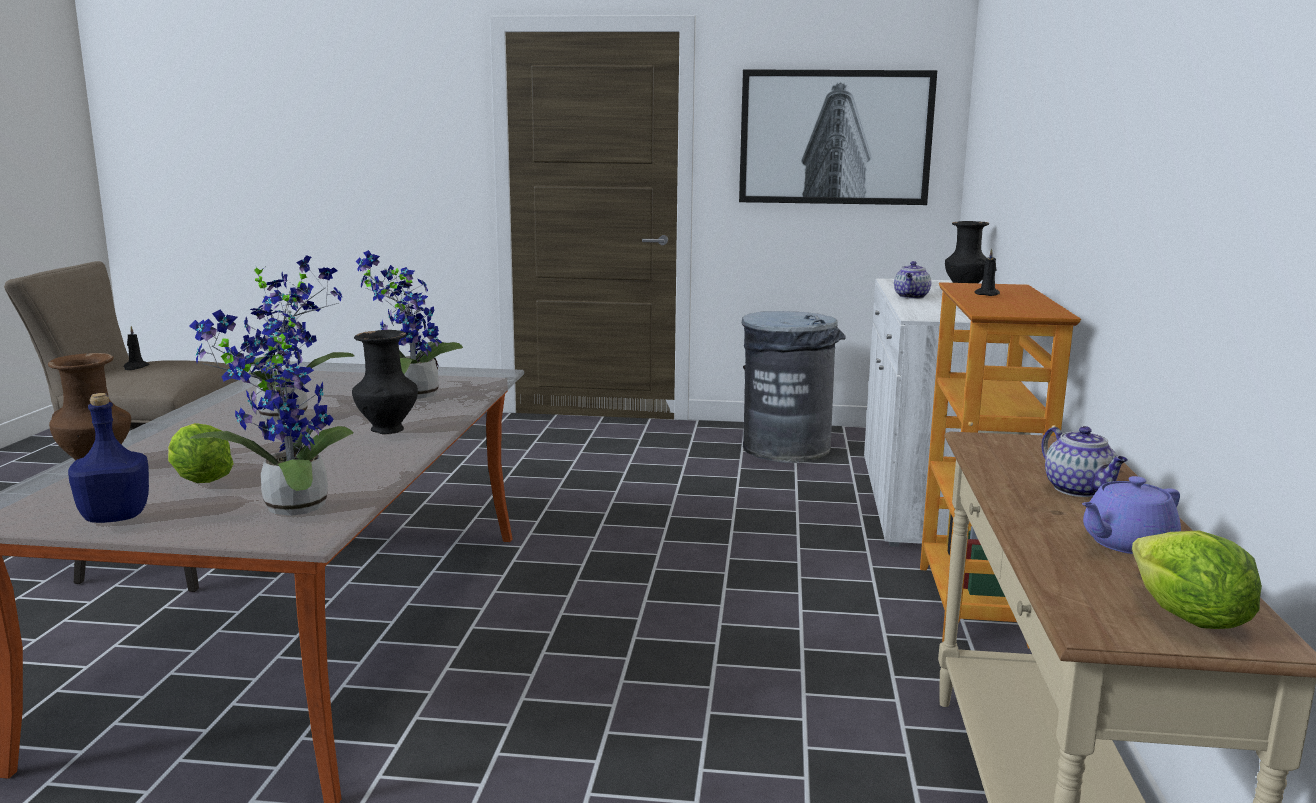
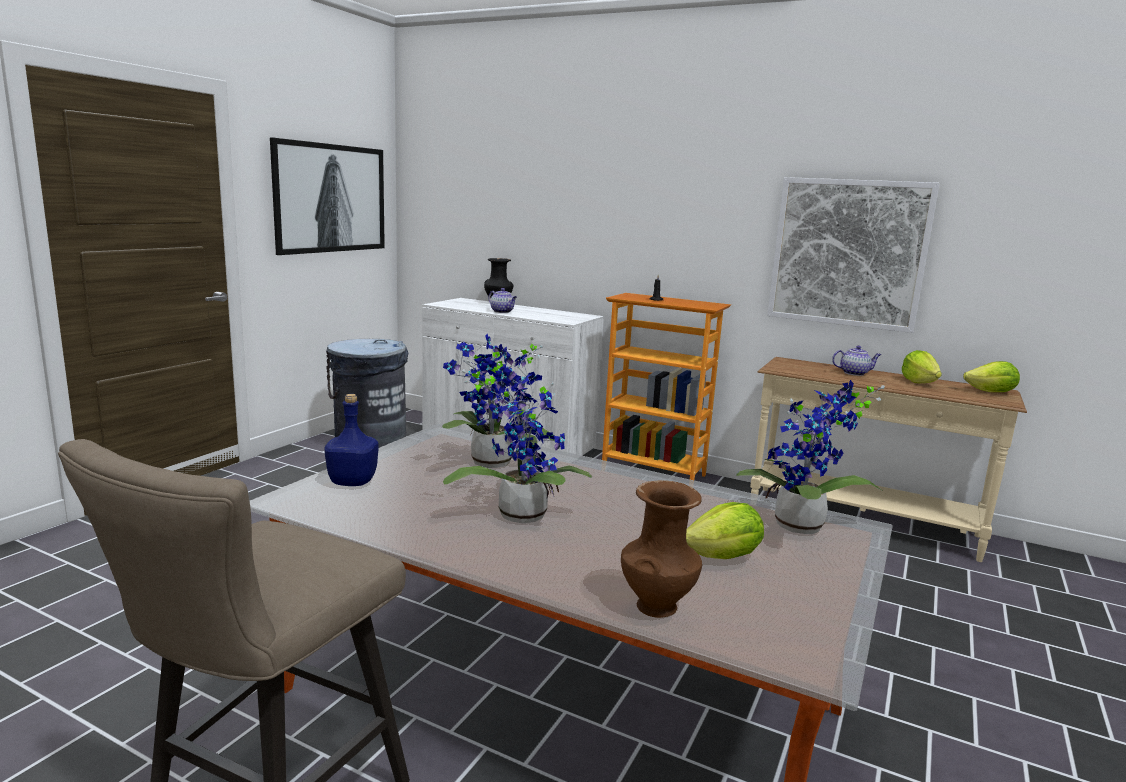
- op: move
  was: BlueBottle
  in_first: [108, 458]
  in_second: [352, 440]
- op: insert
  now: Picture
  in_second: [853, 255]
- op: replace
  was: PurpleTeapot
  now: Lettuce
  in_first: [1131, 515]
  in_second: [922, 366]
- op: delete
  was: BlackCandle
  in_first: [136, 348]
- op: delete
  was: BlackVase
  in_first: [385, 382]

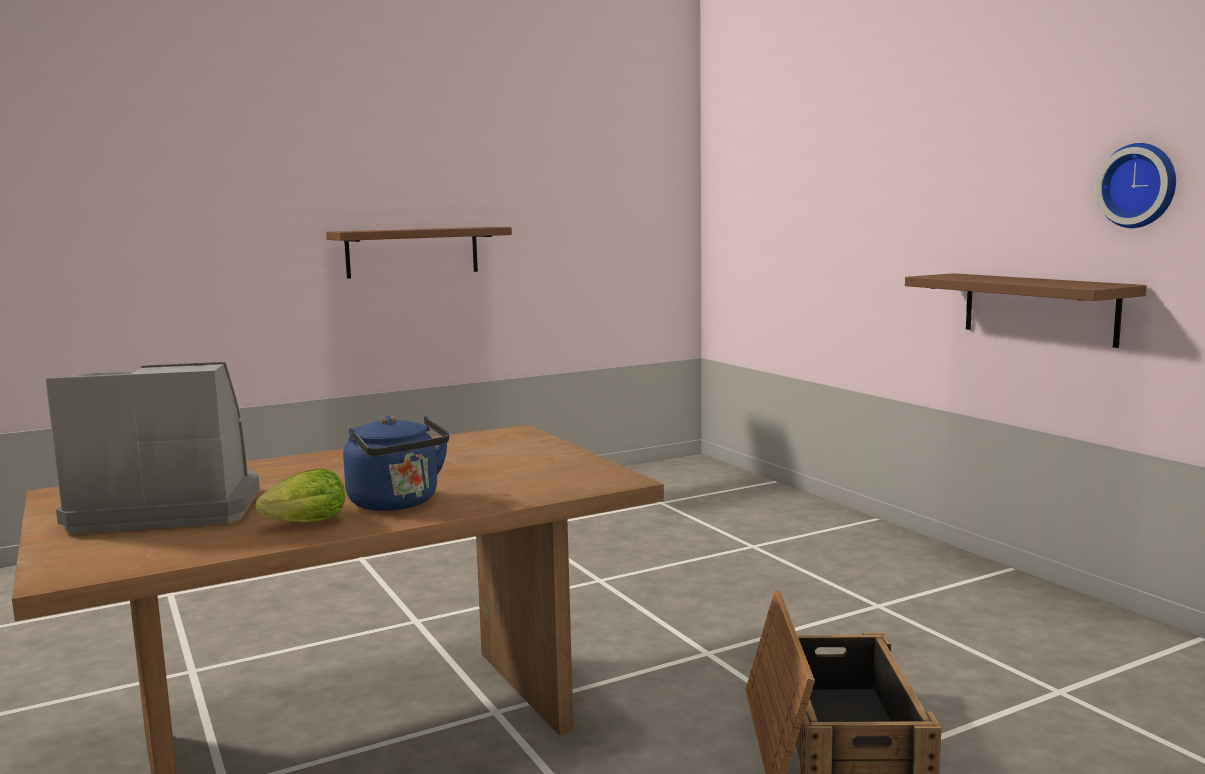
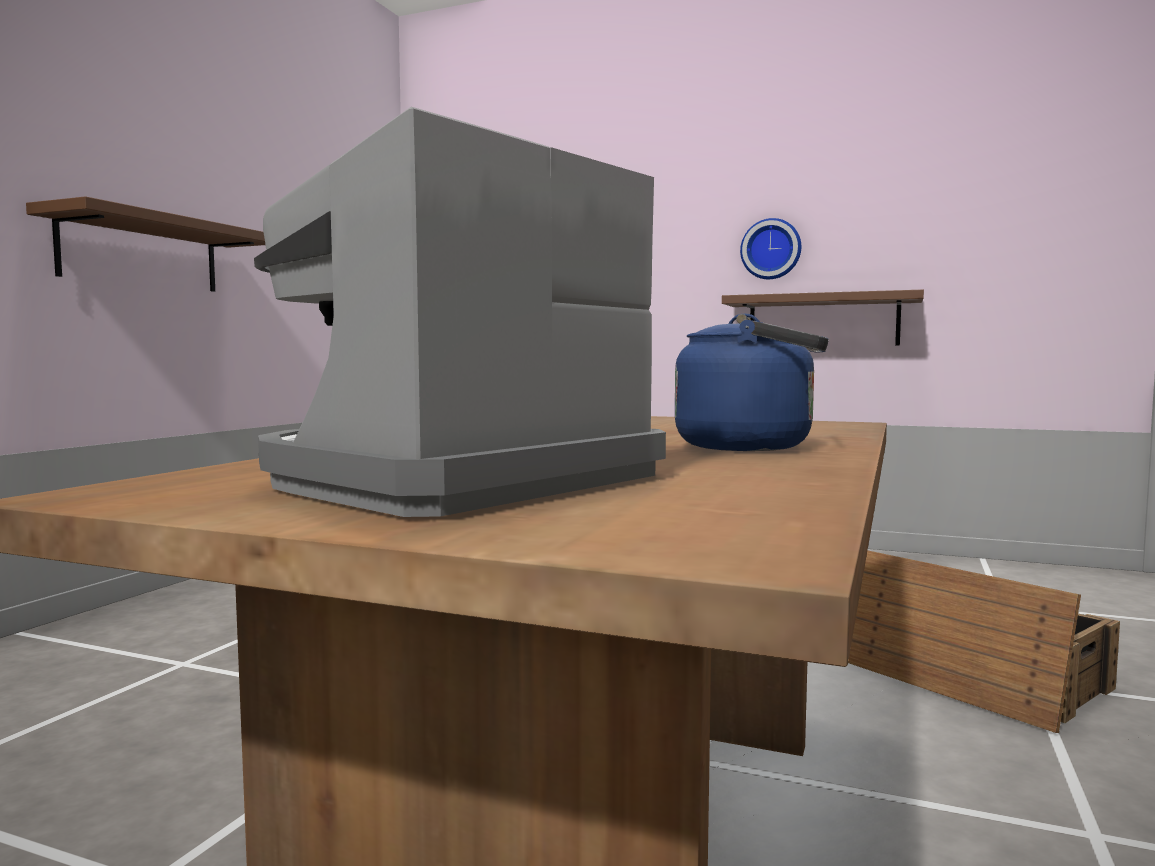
- op: move
  was: WallClock
  in_first: [1135, 185]
  in_second: [770, 248]
- op: delete
  was: Lettuce
  in_first: [300, 495]

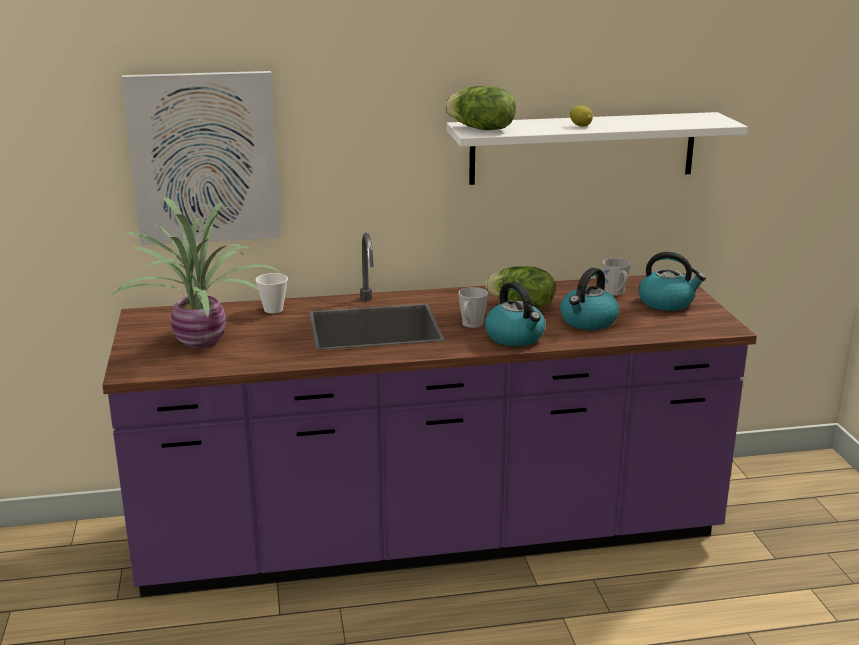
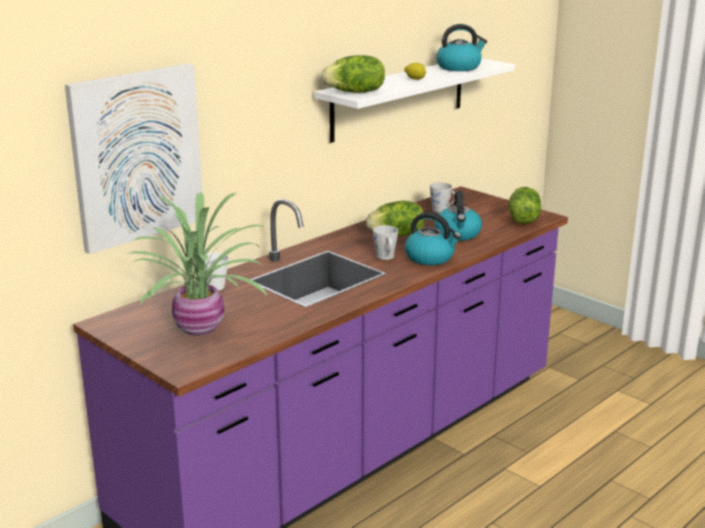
- op: move
  was: Kettle
  in_first: [672, 281]
  in_second: [461, 47]
- op: insert
  now: Lettuce
  in_second: [524, 205]

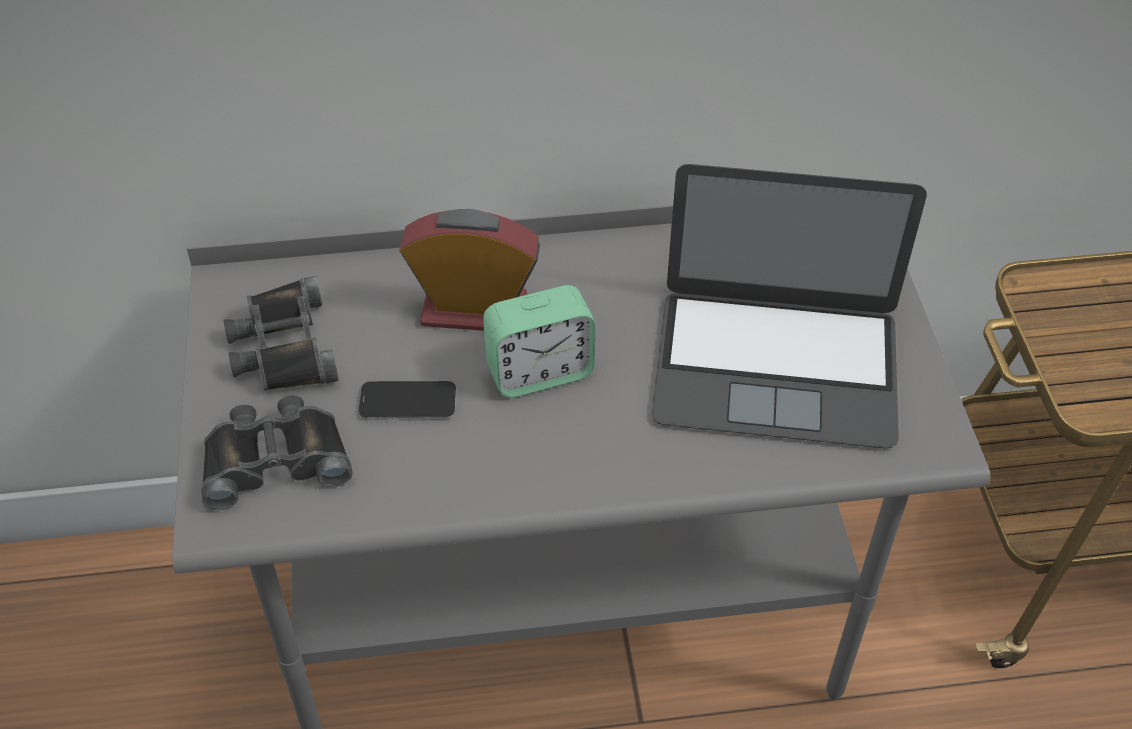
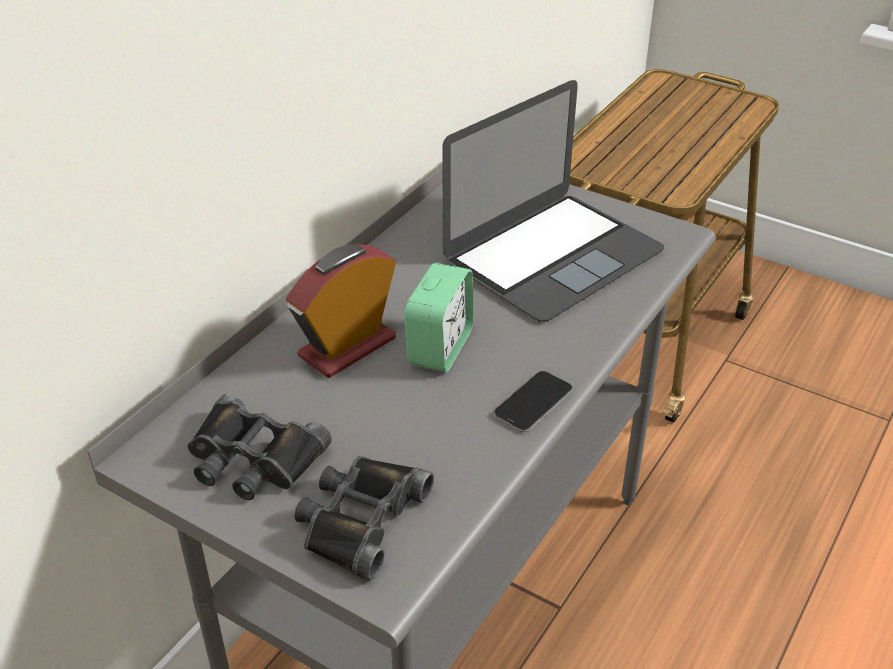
- op: move
  was: Phone
  in_first: [407, 400]
  in_second: [533, 401]

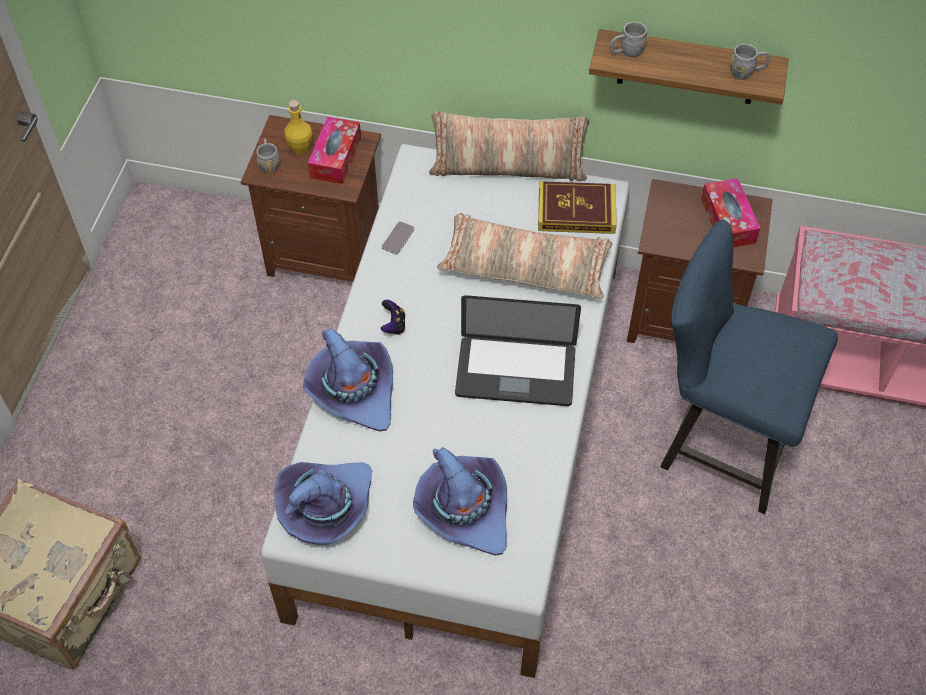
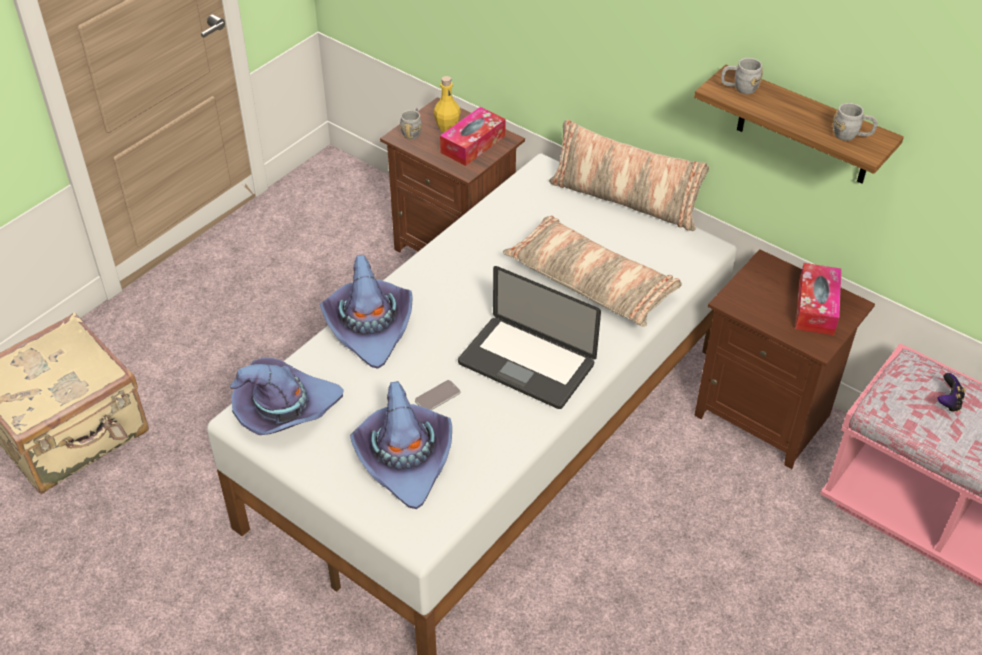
- op: move
  was: Phone
  in_first: [398, 237]
  in_second: [437, 395]
- op: move
  was: GameController
  in_first: [393, 317]
  in_second: [951, 392]
- op: delete
  was: Book
  in_first: [577, 207]
- op: delete
  was: BlueChair
  in_first: [749, 366]

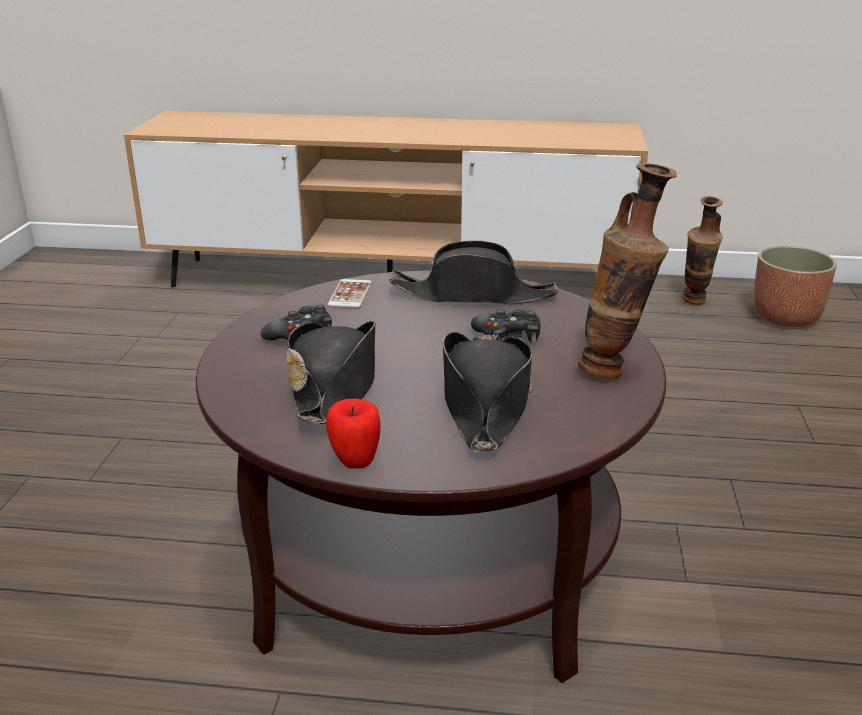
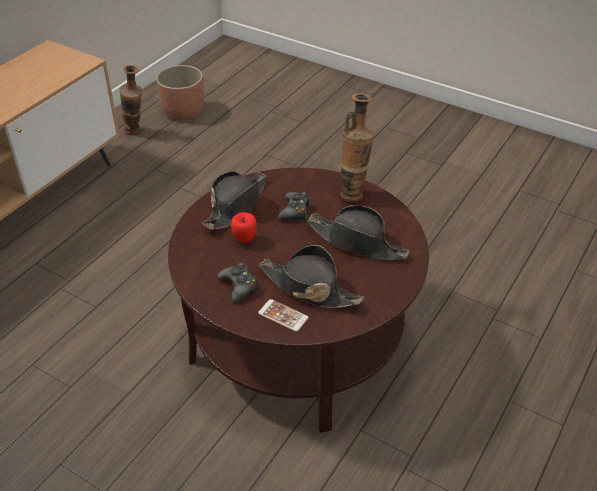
- op: move
  was: Apple
  in_first: [353, 434]
  in_second: [244, 227]
- op: move
  was: Phone
  in_first: [349, 293]
  in_second: [283, 315]

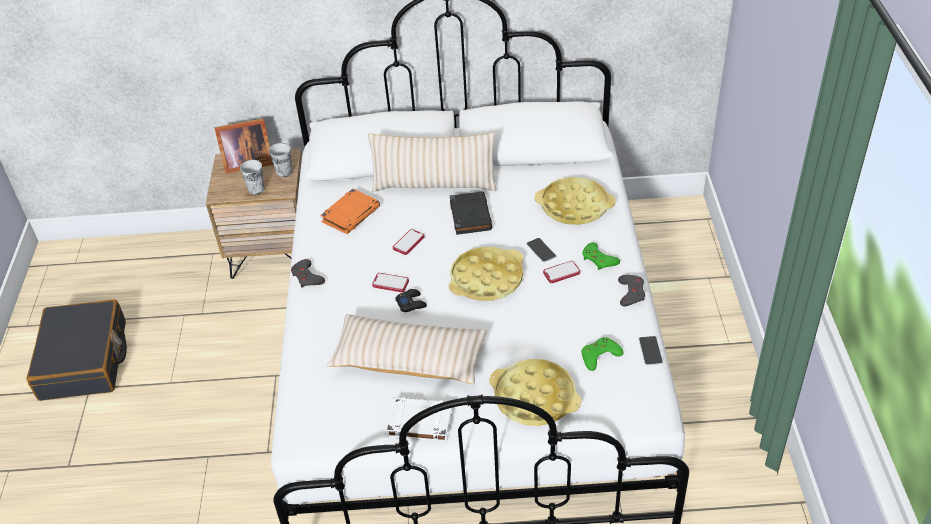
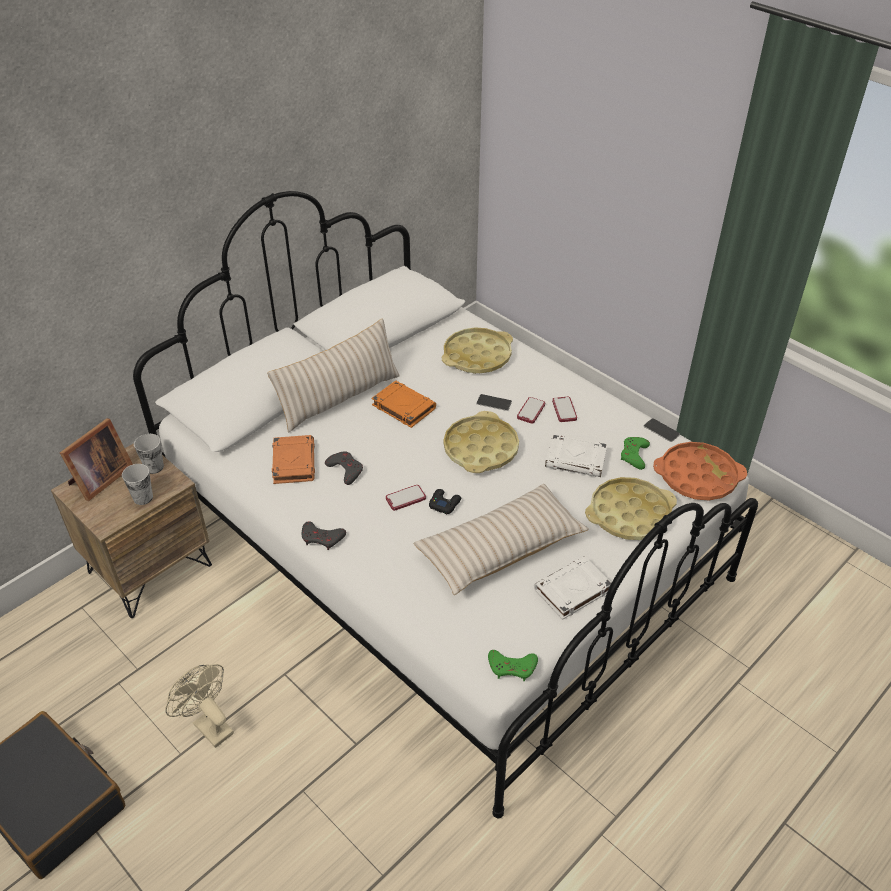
- op: insert
  now: BeigeFan
  in_second: [199, 706]
- op: move
  was: GreyGameController
  in_first: [631, 290]
  in_second: [344, 468]
- op: recolor
  was: BlackBook
  now: OrangeBook
  in_first: [471, 213]
  in_second: [404, 404]
- op: move
  was: GreenGameController
  in_first: [601, 256]
  in_second: [513, 665]
- op: insert
  now: WhiteBook
  in_second: [576, 456]
- op: move
  was: Phone
  in_first: [408, 242]
  in_second: [564, 409]
- op: insert
  now: OrangeTray
  in_second: [700, 471]

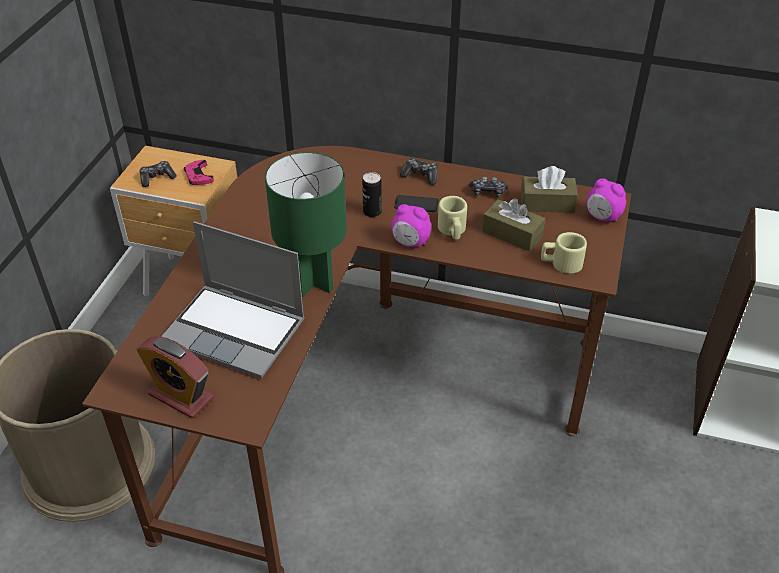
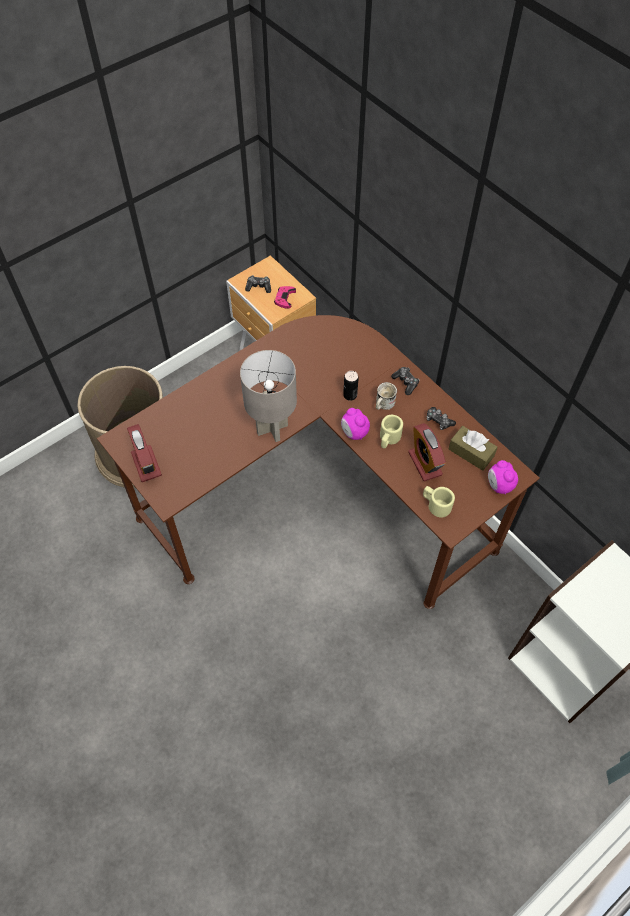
- op: recolor
  was: GreenTableLamp
  now: GreyTableLamp
  in_first: [306, 224]
  in_second: [268, 396]
- op: replace
  was: Phone
  now: WhiteMug
  in_first: [416, 203]
  in_second: [386, 396]
- op: replace
  was: BrownTissueBox
  now: AlarmClock
  in_first: [514, 224]
  in_second: [427, 452]
- op: delete
  was: Laptop
  in_first: [233, 300]

